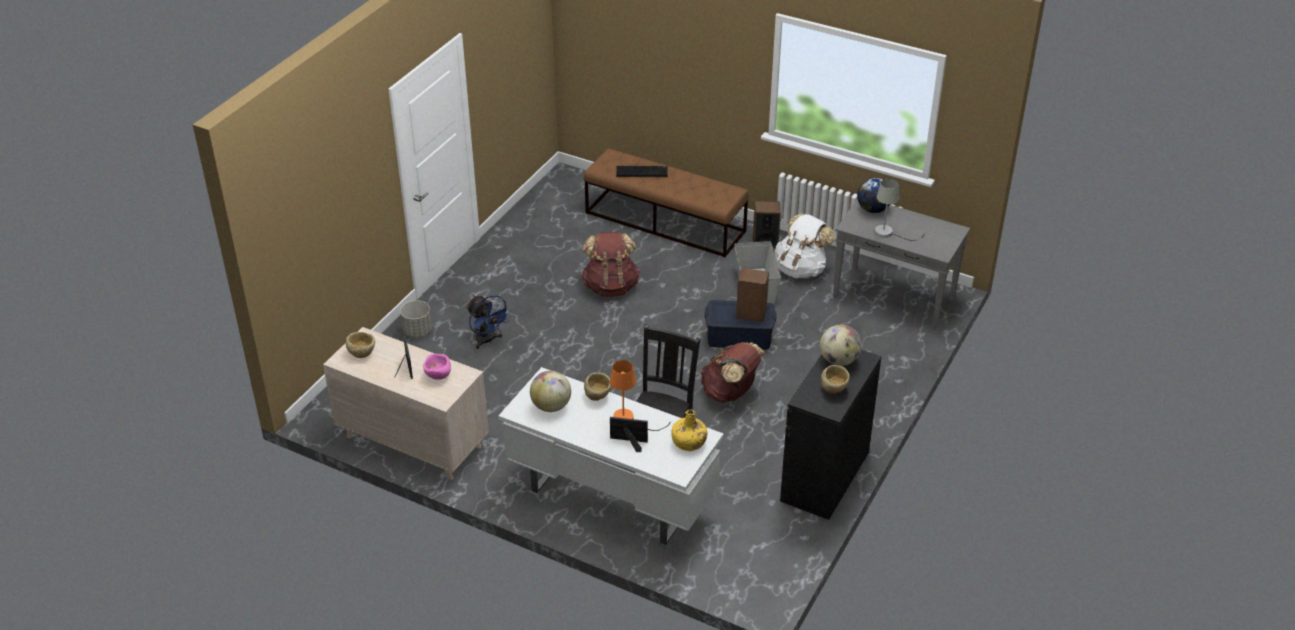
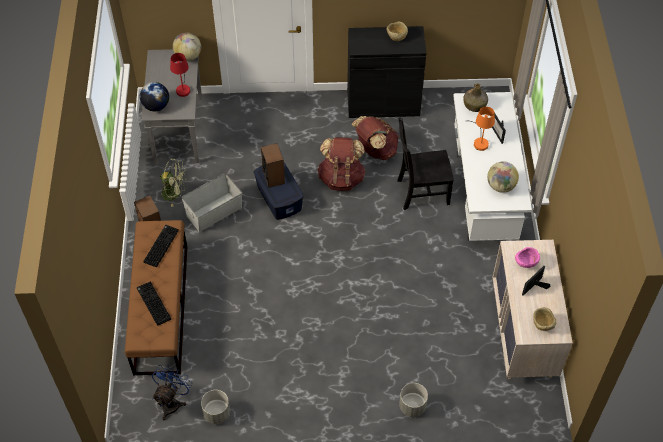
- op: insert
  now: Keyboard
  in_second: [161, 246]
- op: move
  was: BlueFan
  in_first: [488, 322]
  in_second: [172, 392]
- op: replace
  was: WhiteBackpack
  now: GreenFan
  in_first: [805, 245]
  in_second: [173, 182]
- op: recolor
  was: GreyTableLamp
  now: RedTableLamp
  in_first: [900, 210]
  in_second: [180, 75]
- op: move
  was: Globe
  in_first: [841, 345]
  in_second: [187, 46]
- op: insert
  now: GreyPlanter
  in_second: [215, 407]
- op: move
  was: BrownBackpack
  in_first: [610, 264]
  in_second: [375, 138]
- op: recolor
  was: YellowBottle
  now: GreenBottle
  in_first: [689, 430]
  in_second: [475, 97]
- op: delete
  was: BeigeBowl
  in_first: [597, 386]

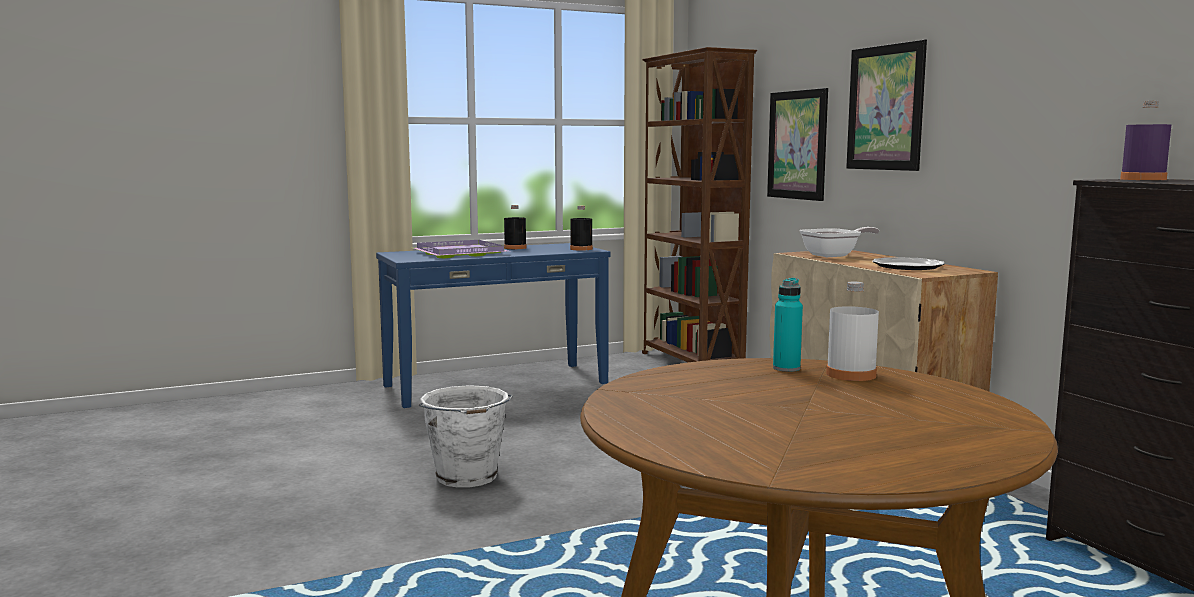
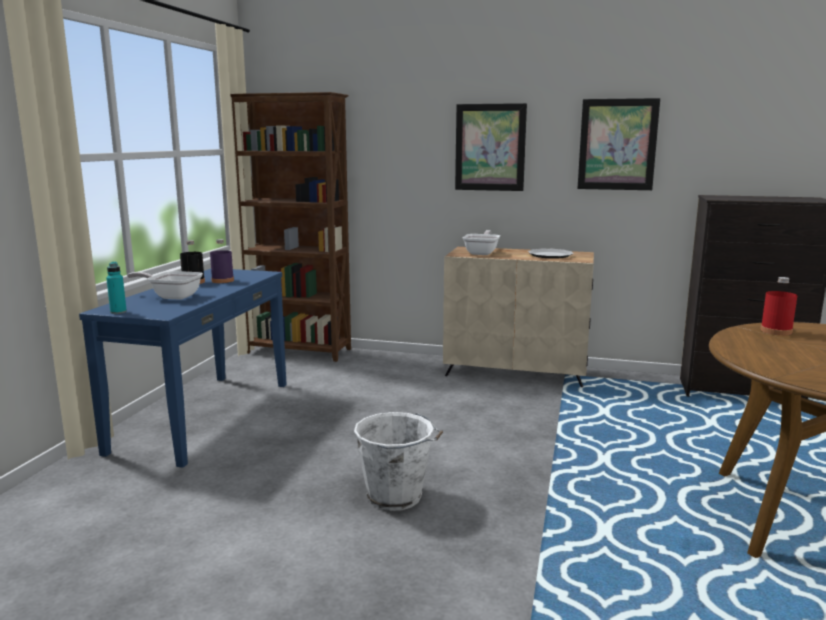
- op: move
  was: TurquoiseBottle
  in_first: [788, 325]
  in_second: [116, 288]
- op: replace
  was: PurpleTray
  now: FryingPan
  in_first: [460, 249]
  in_second: [165, 285]
- op: move
  was: PurpleBottle
  in_first: [1145, 140]
  in_second: [222, 261]
- op: move
  was: Picture
  in_first: [797, 144]
  in_second: [618, 144]
- op: recolor
  was: WhiteBottle
  now: RedBottle
  in_first: [852, 331]
  in_second: [778, 306]
- op: delete
  was: BlackBottle
  in_first: [581, 228]

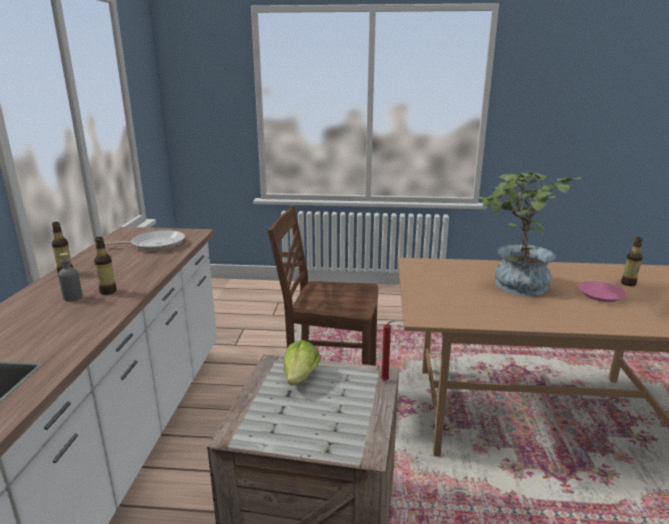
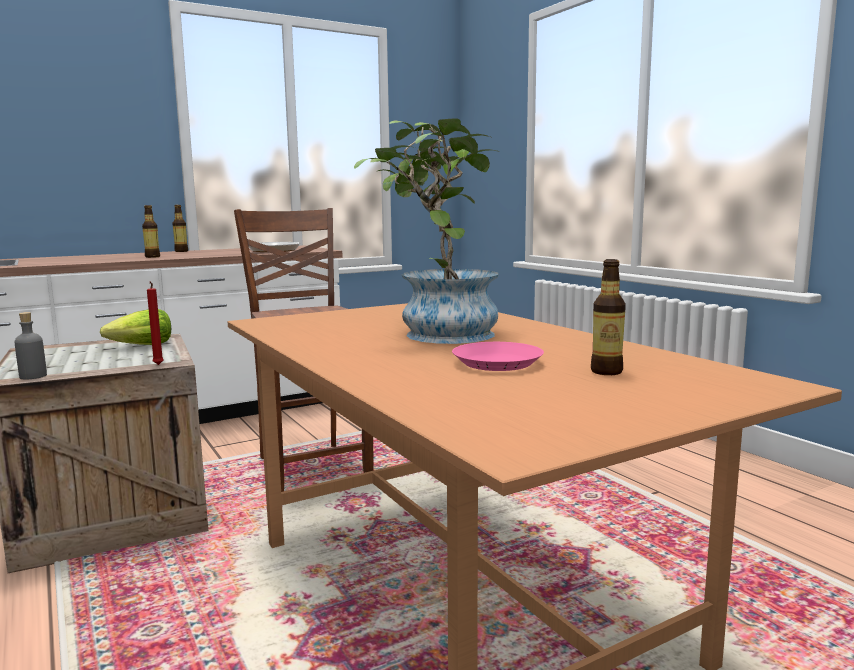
- op: move
  was: GreyBottle
  in_first: [70, 277]
  in_second: [30, 345]

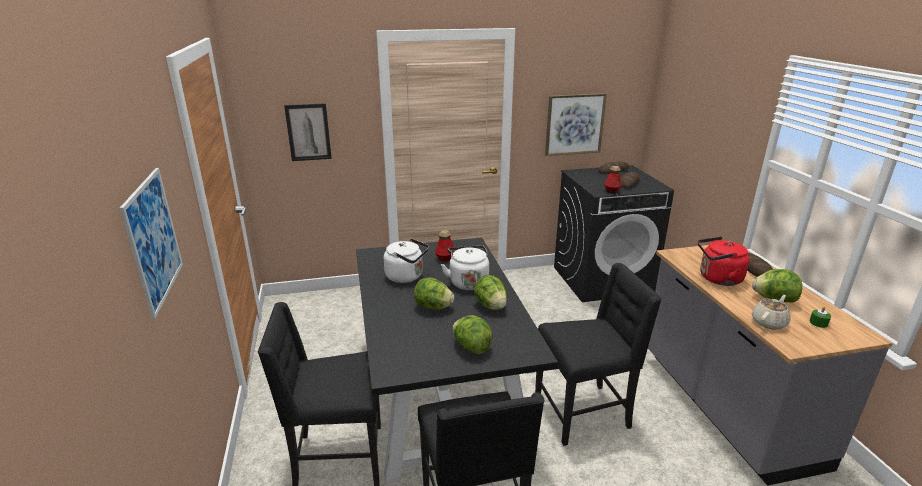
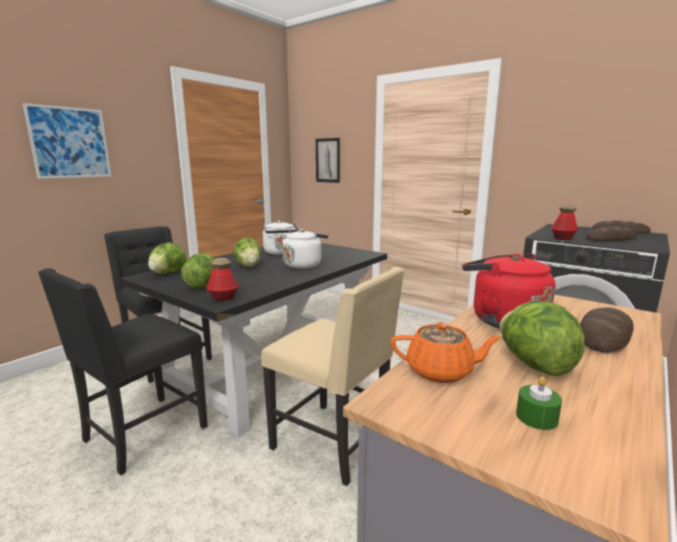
- op: move
  was: Lettuce
  in_first: [490, 292]
  in_second: [167, 258]
- op: move
  was: Bottle
  in_first: [445, 246]
  in_second: [222, 279]
- op: recolor
  was: BlackChair
  now: BeigeChair
  in_first: [598, 354]
  in_second: [332, 376]
- op: recolor
  was: BeigeTeapot
  now: OrangeTeapot
  in_first: [771, 312]
  in_second: [446, 352]
- op: delete
  was: Picture
  in_first: [576, 124]

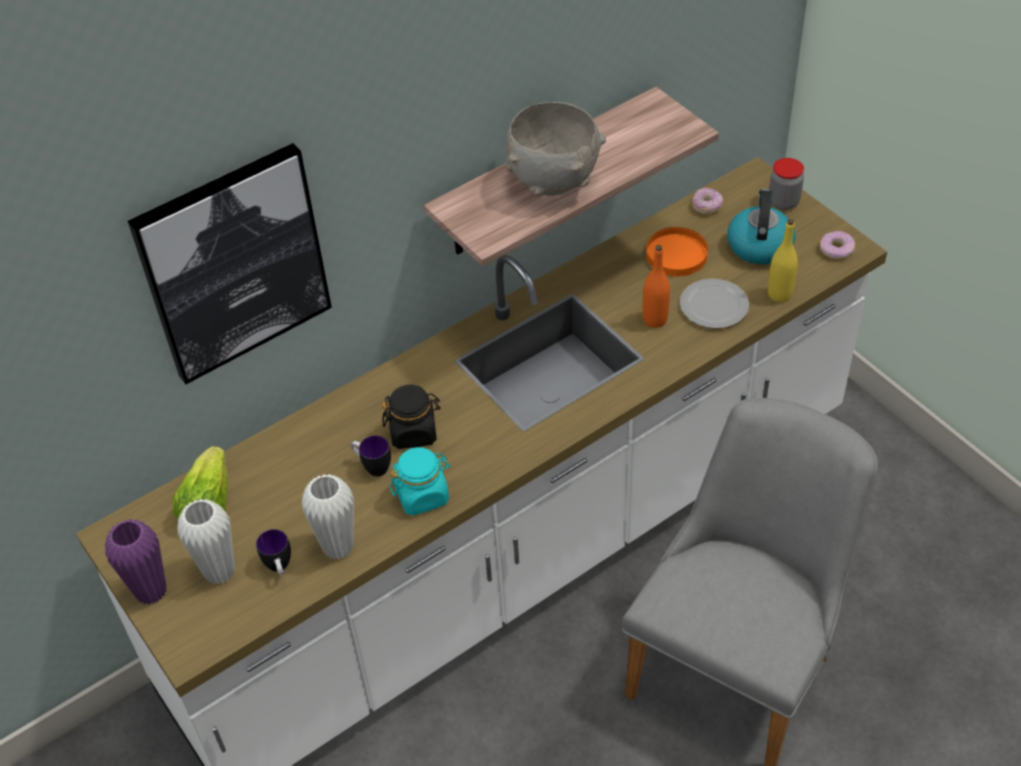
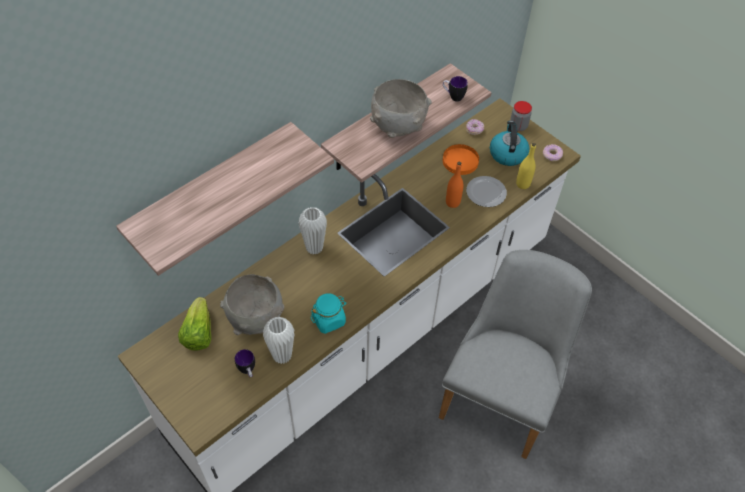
- op: replace
  was: Picture
  now: Shelf
  in_first: [230, 263]
  in_second: [225, 199]
- op: insert
  now: GreyBowl
  in_second: [252, 305]
- op: move
  was: WhiteVase
  in_first: [206, 542]
  in_second: [312, 231]
- op: move
  was: Mug
  in_first: [371, 456]
  in_second: [455, 89]
- op: delete
  was: PurpleVase
  in_first: [136, 562]
- op: delete
  was: BlackJar
  in_first: [411, 417]

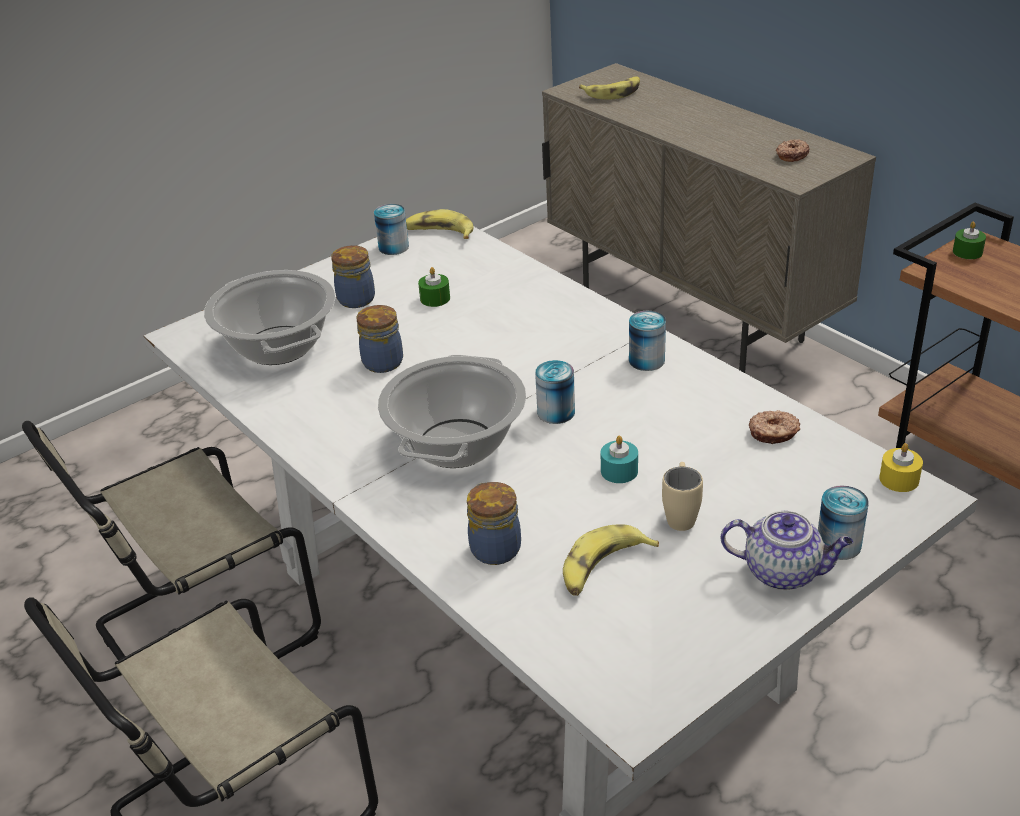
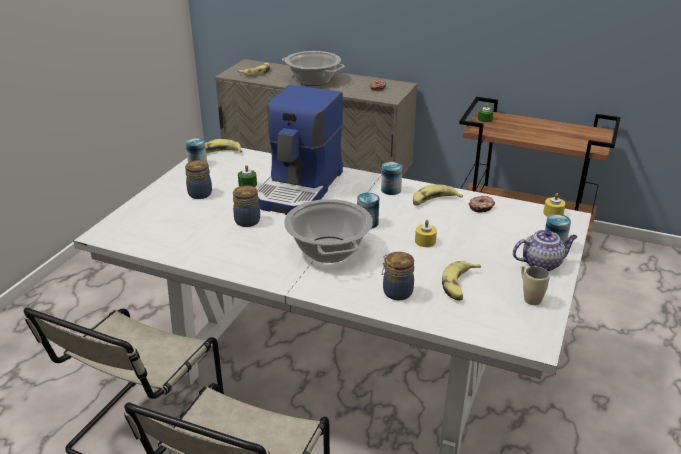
- op: insert
  now: CoffeeMachine
  in_second: [300, 150]
- op: move
  was: CookingPot
  in_first: [269, 317]
  in_second: [313, 68]
- op: insert
  now: Banana
  in_second: [438, 195]
- op: recolor
  was: TurquoiseCandle
  now: YellowCandle
  in_first: [619, 459]
  in_second: [426, 233]
- op: move
  was: BeigeMug
  in_first: [682, 496]
  in_second: [535, 285]

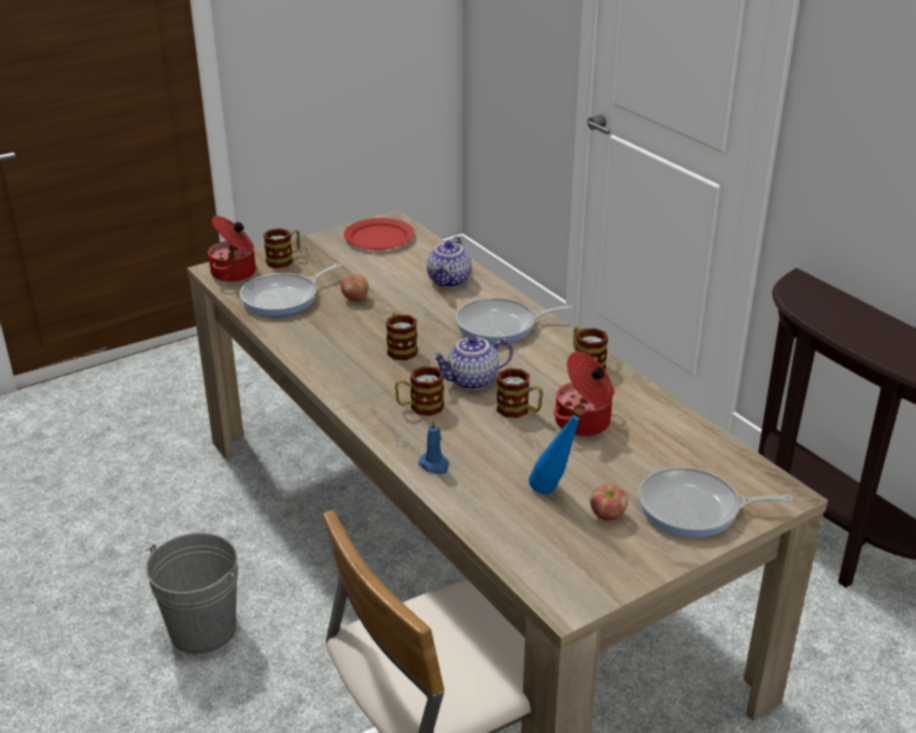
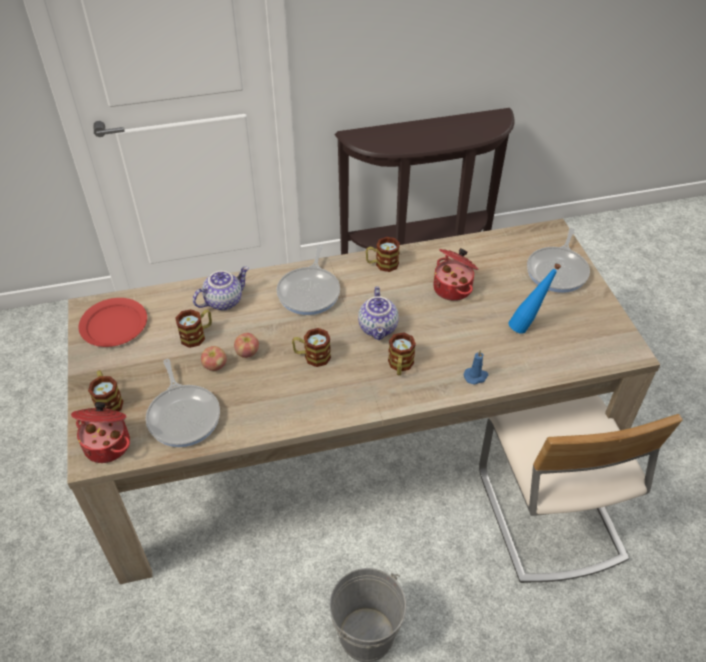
- op: move
  was: Mug
  in_first: [519, 393]
  in_second: [193, 328]
- op: rotate
  was: Teapot
  in_first: [449, 262]
  in_second: [221, 288]
  clockwise: -75
- op: move
  was: Apple
  in_first: [609, 502]
  in_second: [246, 345]

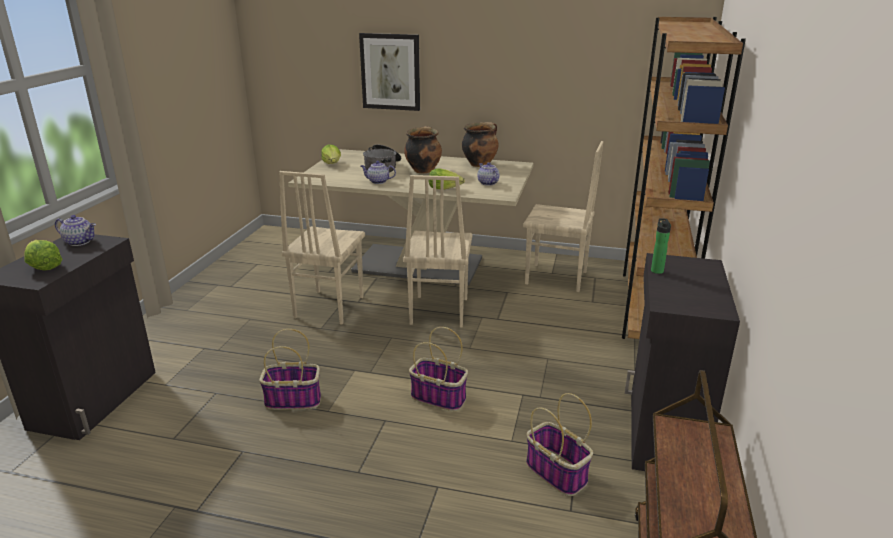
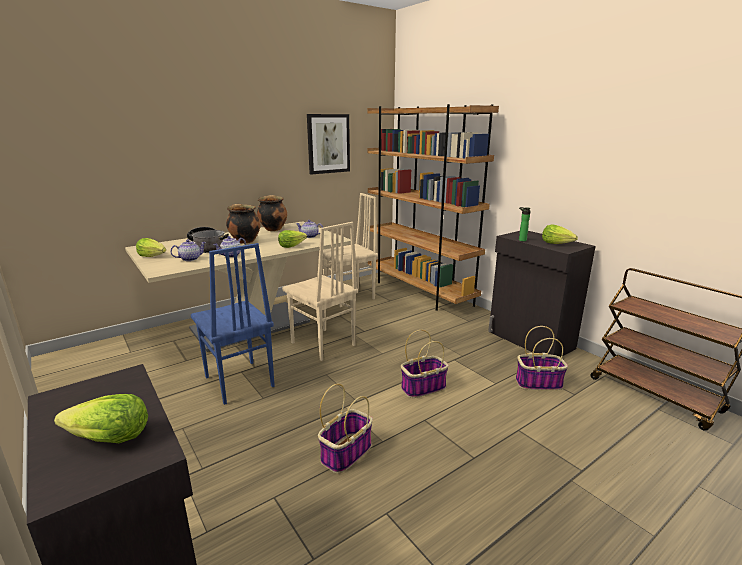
- op: move
  was: Teapot
  in_first: [75, 230]
  in_second: [188, 250]
- op: recolor
  was: BeigeChair
  now: BlueChair
  in_first: [322, 247]
  in_second: [233, 324]
- op: move
  was: Picture
  in_first: [389, 72]
  in_second: [328, 144]
- op: insert
  now: Lettuce
  in_second: [560, 234]

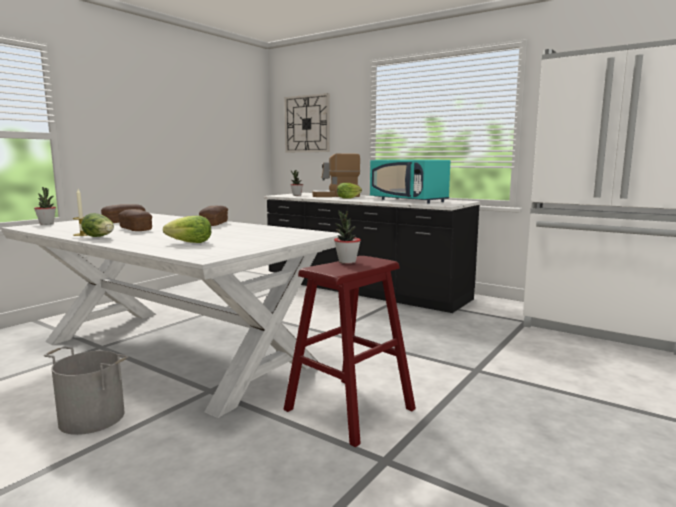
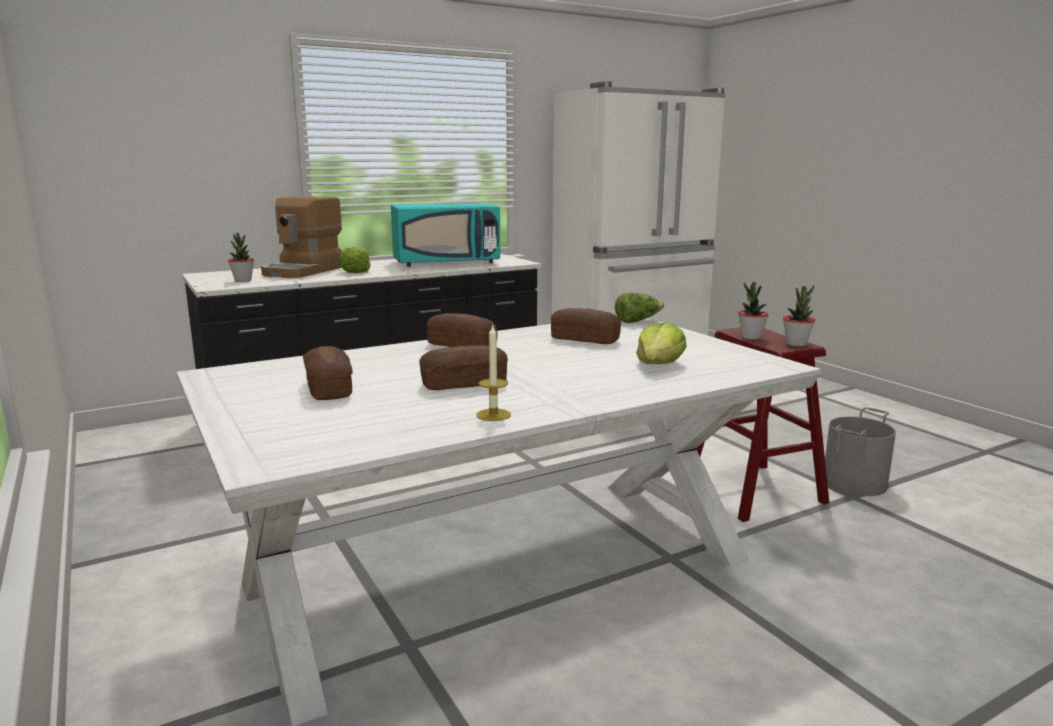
- op: insert
  now: Bread
  in_second: [586, 326]
- op: move
  was: Lettuce
  in_first: [97, 225]
  in_second: [639, 308]
- op: move
  was: PottedPlant
  in_first: [45, 206]
  in_second: [799, 315]
- op: move
  was: GreyBucket
  in_first: [86, 390]
  in_second: [860, 451]
- op: delete
  was: WallClock
  in_first: [307, 122]

